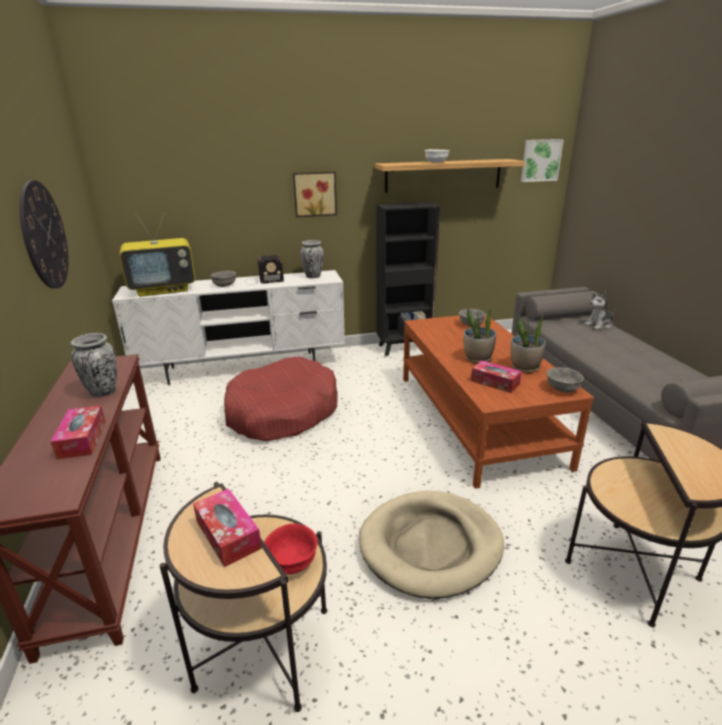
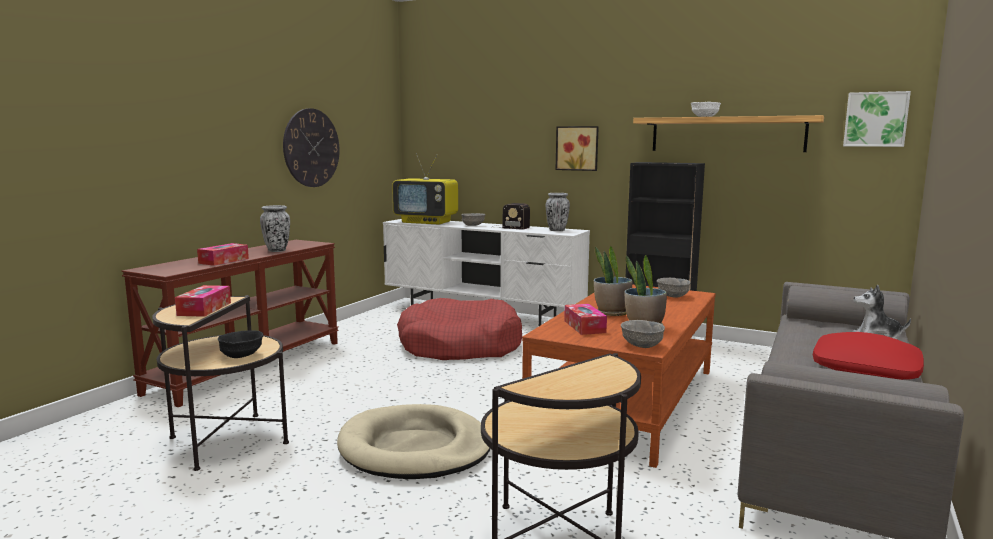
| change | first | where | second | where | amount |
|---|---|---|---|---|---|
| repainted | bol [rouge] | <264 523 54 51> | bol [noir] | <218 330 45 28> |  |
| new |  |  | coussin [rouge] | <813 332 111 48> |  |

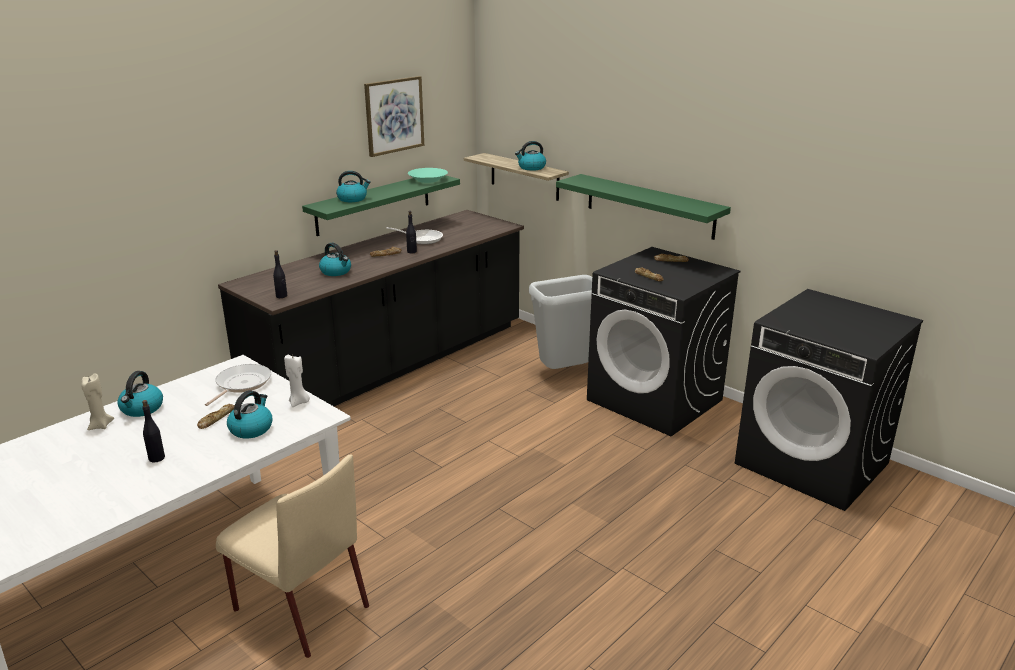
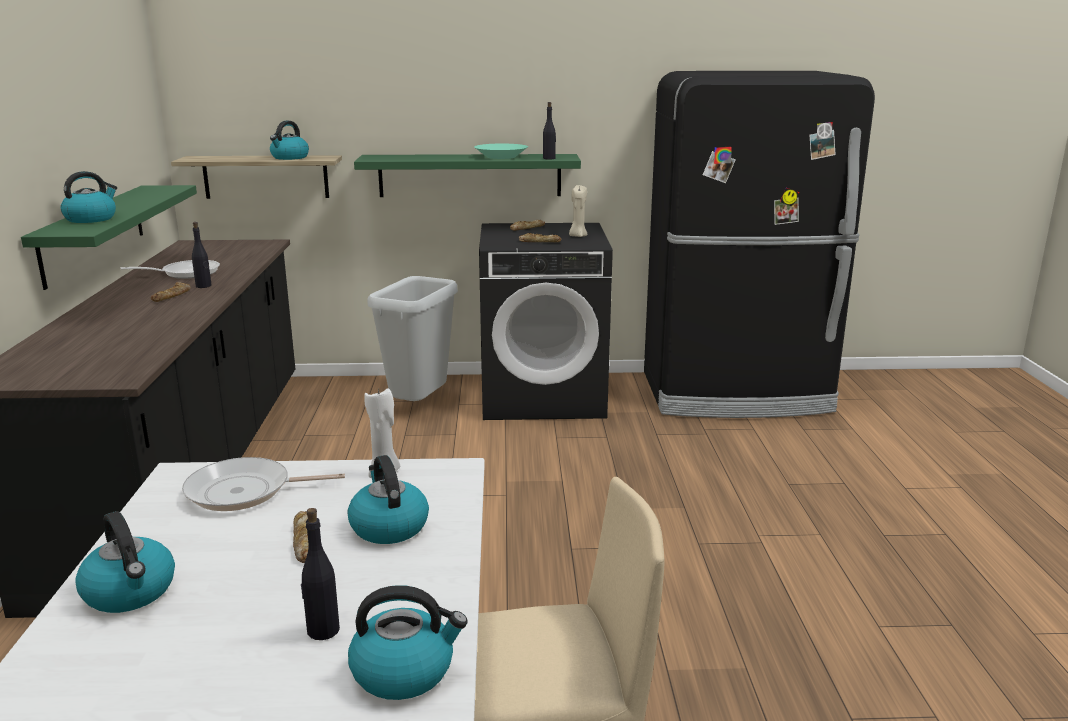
| change | first | where | second | where | amount |
|---|---|---|---|---|---|
| gone | tableau | <364 76 60 81> |  |  |  |
| shifted | bol [turquoise] | <408 168 40 15> |  | <474 144 54 15> |  |
| shifted | bouilloire | <319 243 32 33> |  | <348 585 120 115> |  |
| shifted | bouteille [noir] | <273 250 14 48> |  | <543 102 13 57> |  |
| swapped | lave-linge [noir] | <735 289 188 222> | réfrigérateur [noir] | <644 71 231 347> |  |
| rotated | poêle | <205 364 66 42> |  | <182 457 163 54> | 75 degrees counterclockwise |
| shifted | bougie [beige] | <81 373 33 57> |  | <569 185 18 52> |  |

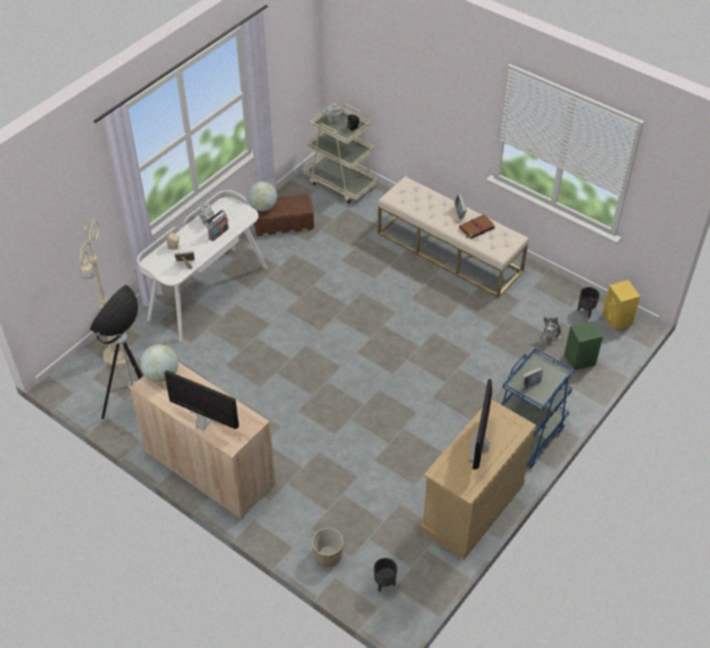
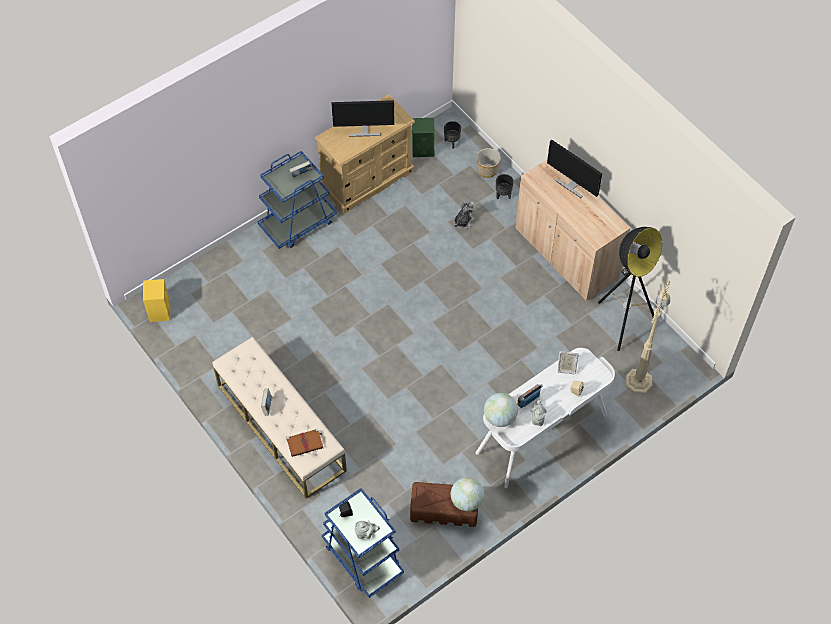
| change | first | where | second | where | amount |
|---|---|---|---|---|---|
| repainted | chariot [beige] | <303 103 75 100> | chariot [bleu] | <322 488 82 110> |  |
| shifted | livre [marron] | <459 215 36 24> |  | <286 429 37 28> |  |
| shifted | cache-pot [noir] | <577 287 23 31> |  | <496 174 18 25> |  |
| shifted | peluche | <541 317 20 29> |  | <454 201 21 28> |  |
| shifted | enceinte [vert] | <564 321 39 50> |  | <412 118 23 39> |  |
| shifted | globe | <140 344 38 38> |  | <484 393 34 34> |  |
| rotated | écran d'ordinateur | <469 379 23 91> |  | <331 100 64 37> | 60 degrees clockwise |

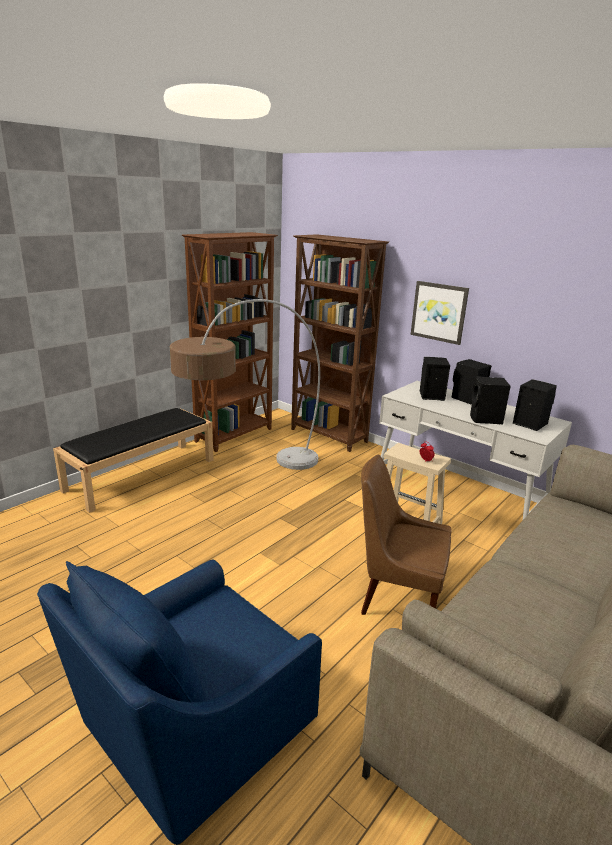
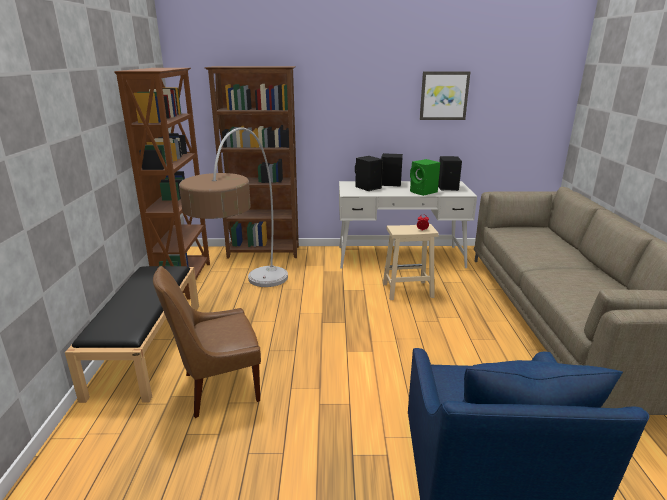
| change | first | where | second | where | amount |
|---|---|---|---|---|---|
| shifted | tableau | <411 281 58 64> |  | <420 71 50 49> |  |
| repainted | enceinte [noir] | <470 376 41 48> | enceinte [vert] | <410 159 30 37> |  |
| shifted | chaise [marron] | <361 454 91 161> |  | <153 266 108 152> |  |

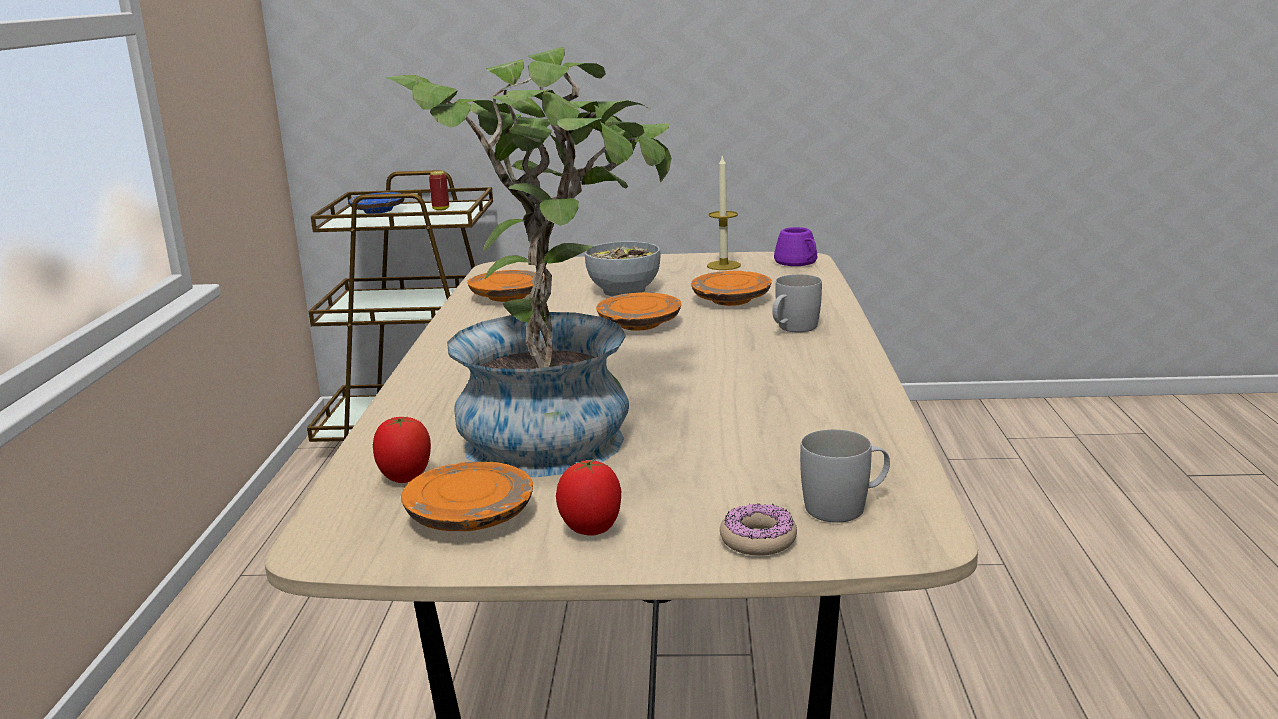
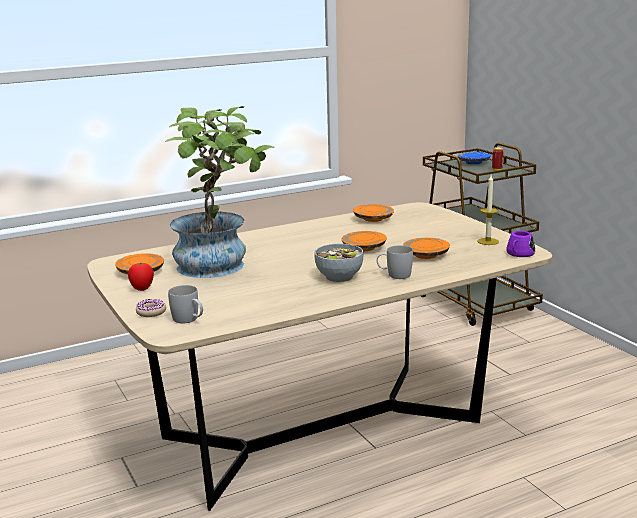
| change | first | where | second | where | amount |
|---|---|---|---|---|---|
| shifted | bol | <585 241 76 55> |  | <314 244 50 38> |  |
| gone | tomate | <373 417 58 66> |  |  |  |

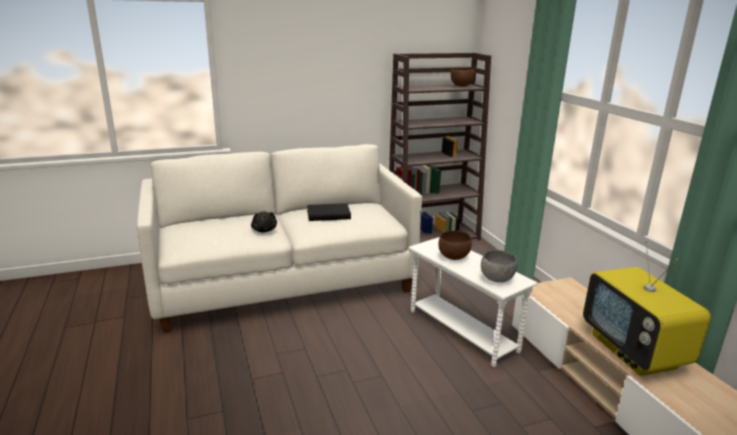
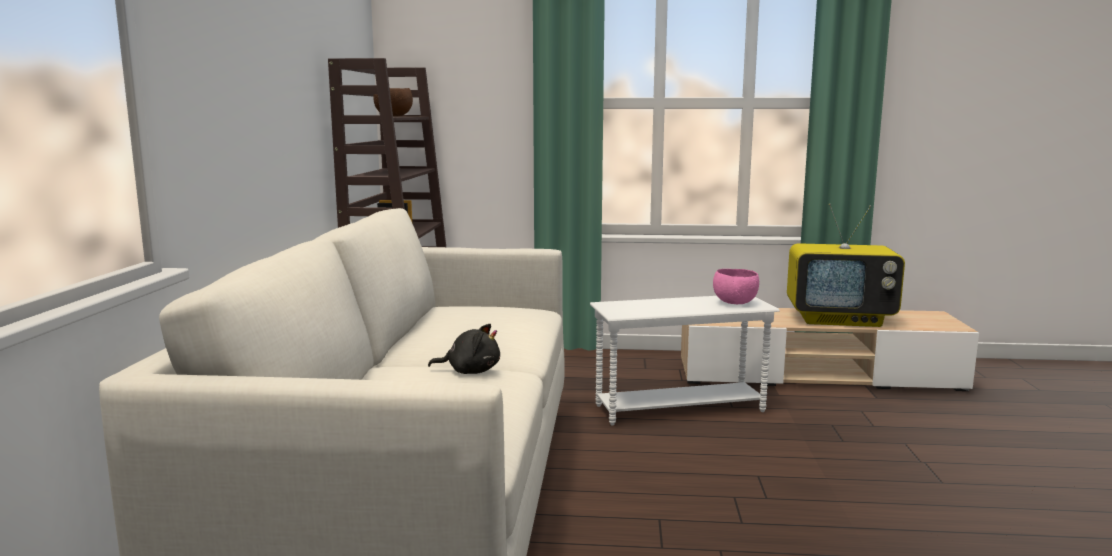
| change | first | where | second | where | amount |
|---|---|---|---|---|---|
| gone | livre [noir] | <307 203 44 18> |  |  |  |
| gone | bol [marron] | <439 231 33 29> |  |  |  |
| repainted | bol [gris] | <481 250 37 33> | bol [rose] | <713 269 46 35> |  |

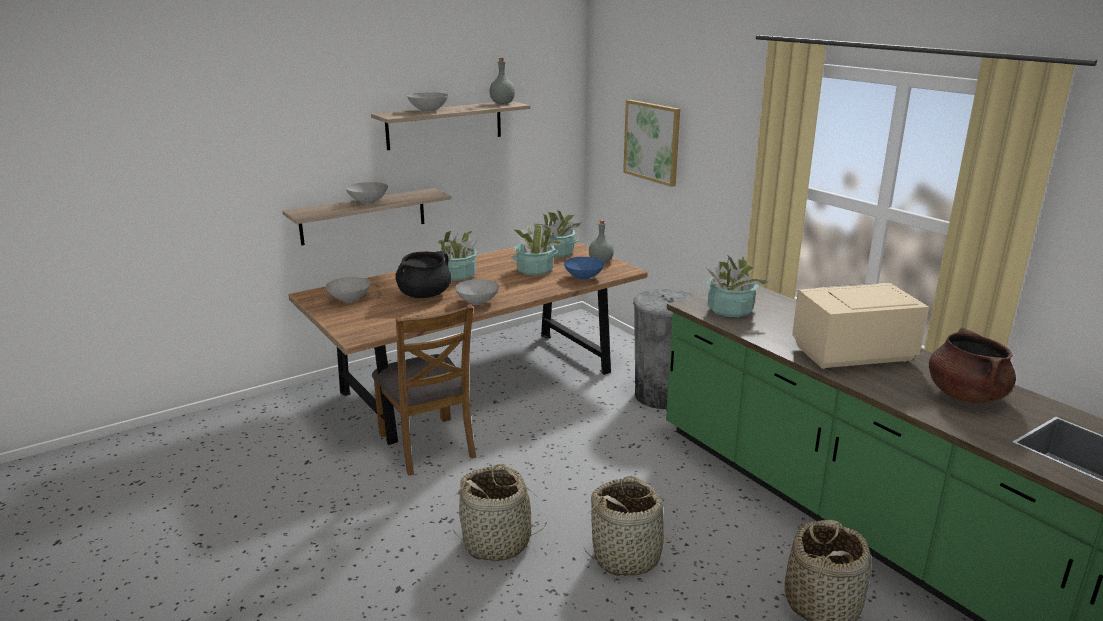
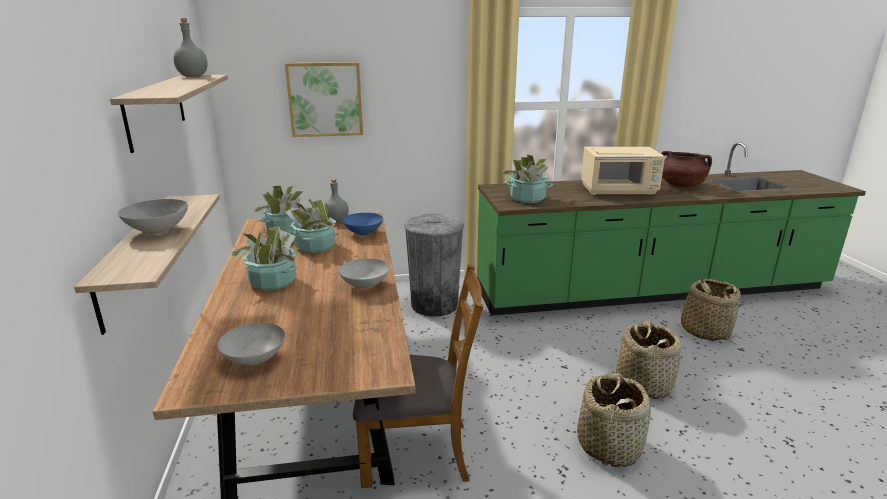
| change | first | where | second | where | amount |
|---|---|---|---|---|---|
| gone | bol [gris] | <407 92 41 20> |  |  |  |
| gone | marmite [noir] | <395 251 56 47> |  |  |  |
| rotated | micro-ondes [beige] | <792 283 137 86> |  | <581 147 84 48> | 105 degrees counterclockwise |

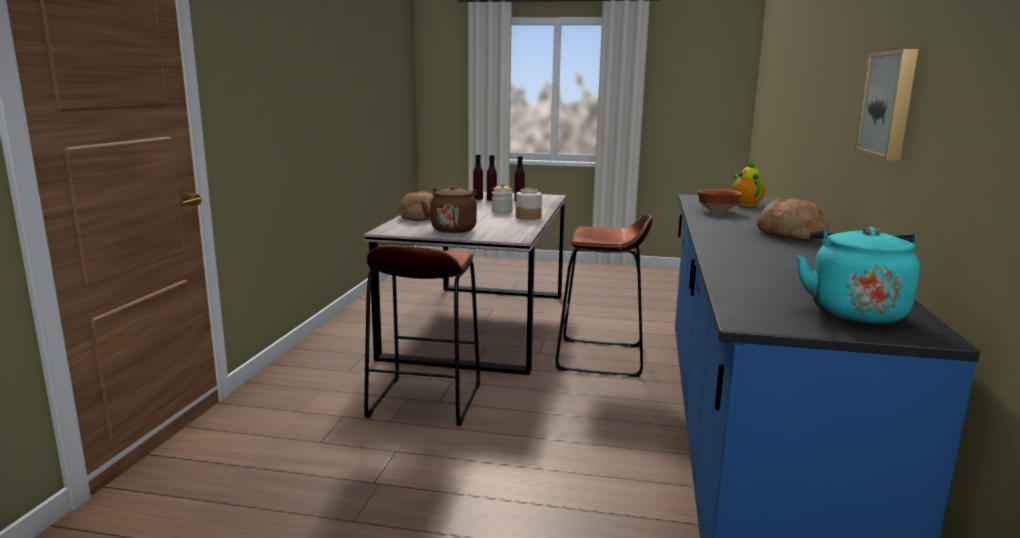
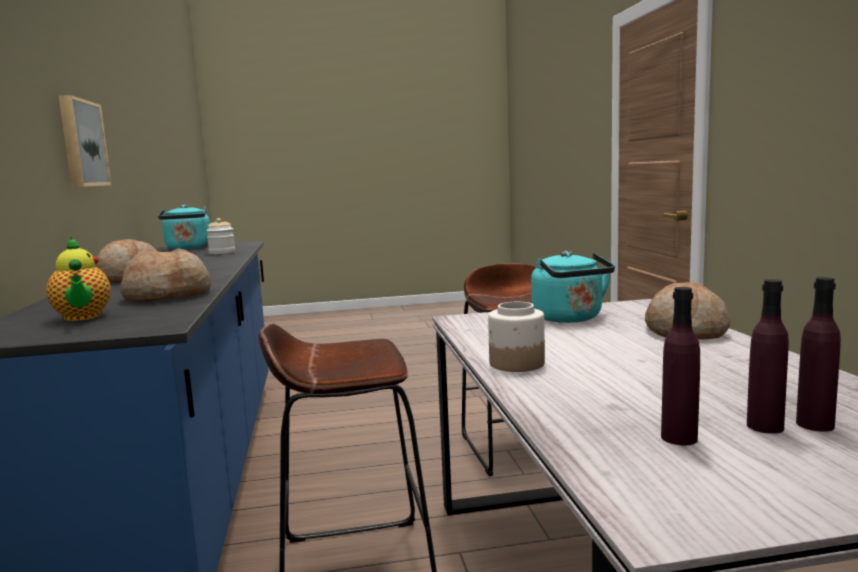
| change | first | where | second | where | amount |
|---|---|---|---|---|---|
| shifted | bocal | <492 183 21 30> |  | <206 218 29 36> |  |
| repainted | bouilloire [marron] | <421 186 57 47> | bouilloire [turquoise] | <531 251 84 72> |  |
| swapped | bol | <697 189 45 24> | pain | <120 248 91 54> |  |

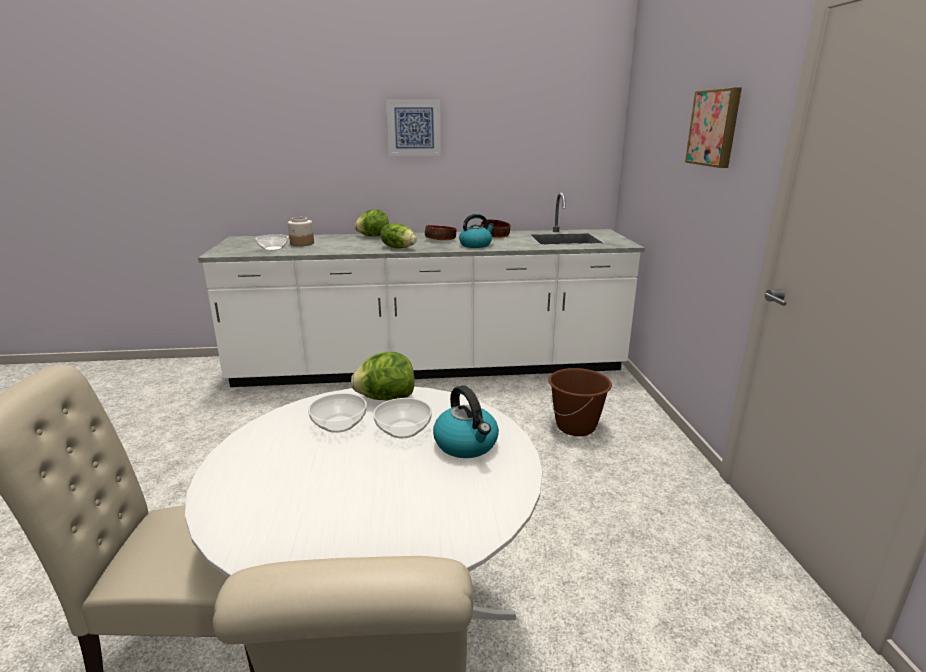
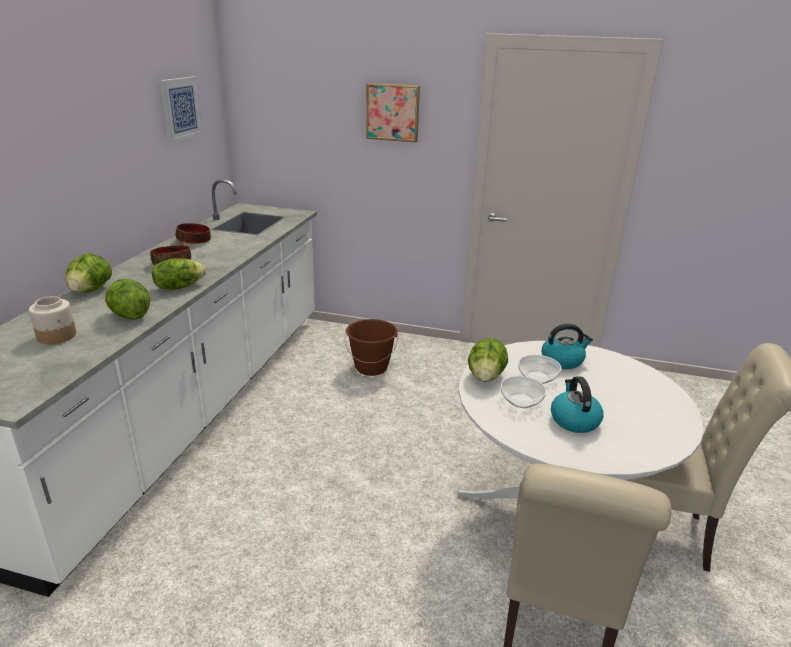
| change | first | where | second | where | amount |
|---|---|---|---|---|---|
| shifted | tableau | <386 99 55 57> |  | <160 77 43 66> |  |
| shifted | bouilloire | <459 214 36 34> |  | <551 377 52 56> |  |
| gone | bol | <255 234 33 17> |  |  |  |
| new |  |  | laitue | <105 279 45 41> |  |

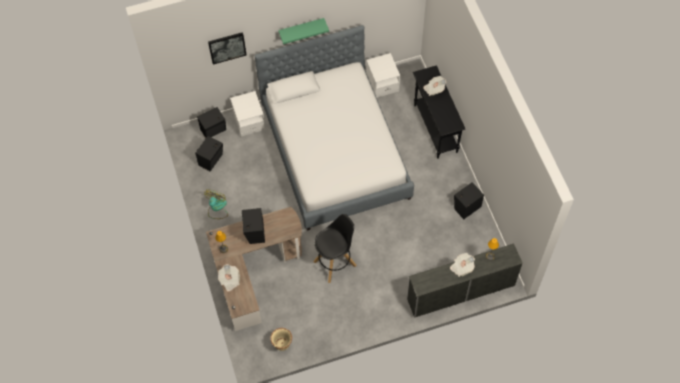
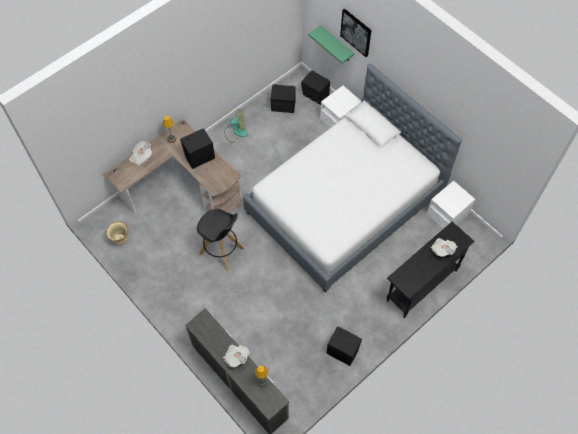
| change | first | where | second | where | amount |
|---|---|---|---|---|---|
| shifted | étagère [vert] | <278 18 51 26> |  | <308 25 46 39> |  |

